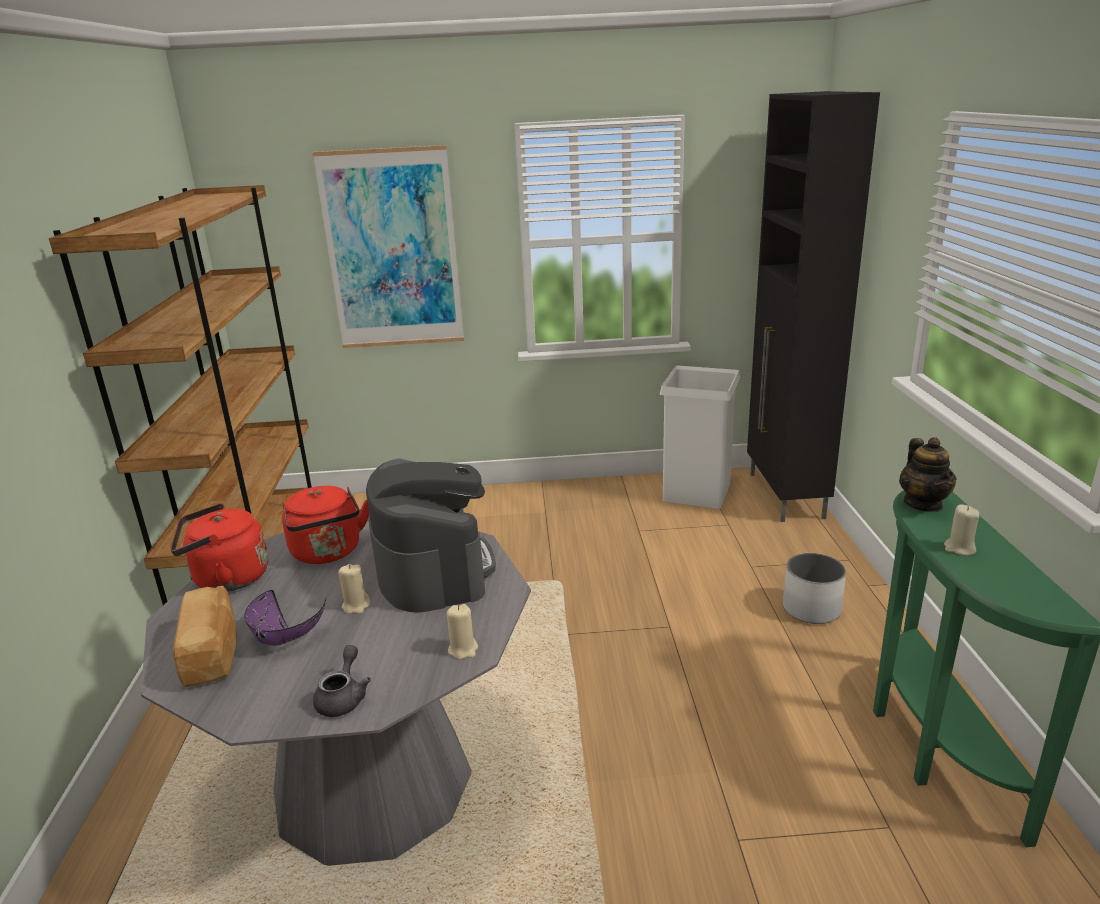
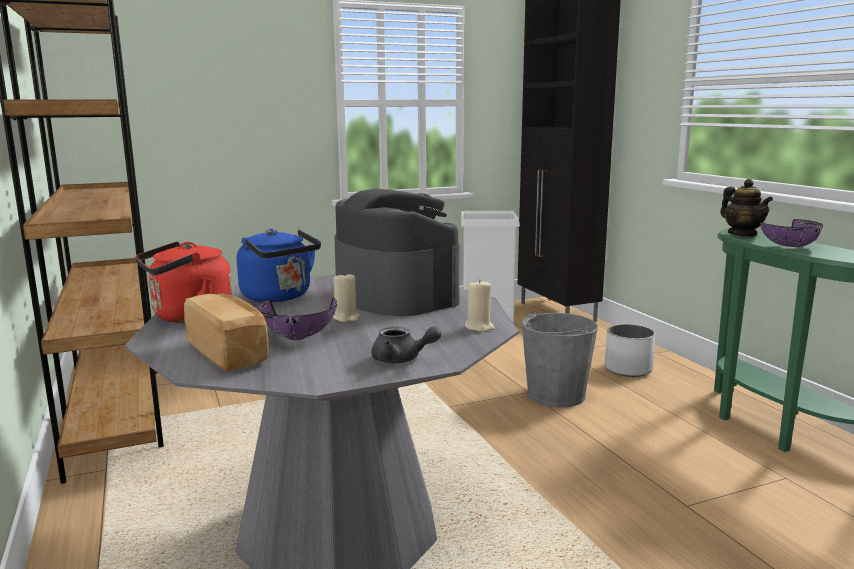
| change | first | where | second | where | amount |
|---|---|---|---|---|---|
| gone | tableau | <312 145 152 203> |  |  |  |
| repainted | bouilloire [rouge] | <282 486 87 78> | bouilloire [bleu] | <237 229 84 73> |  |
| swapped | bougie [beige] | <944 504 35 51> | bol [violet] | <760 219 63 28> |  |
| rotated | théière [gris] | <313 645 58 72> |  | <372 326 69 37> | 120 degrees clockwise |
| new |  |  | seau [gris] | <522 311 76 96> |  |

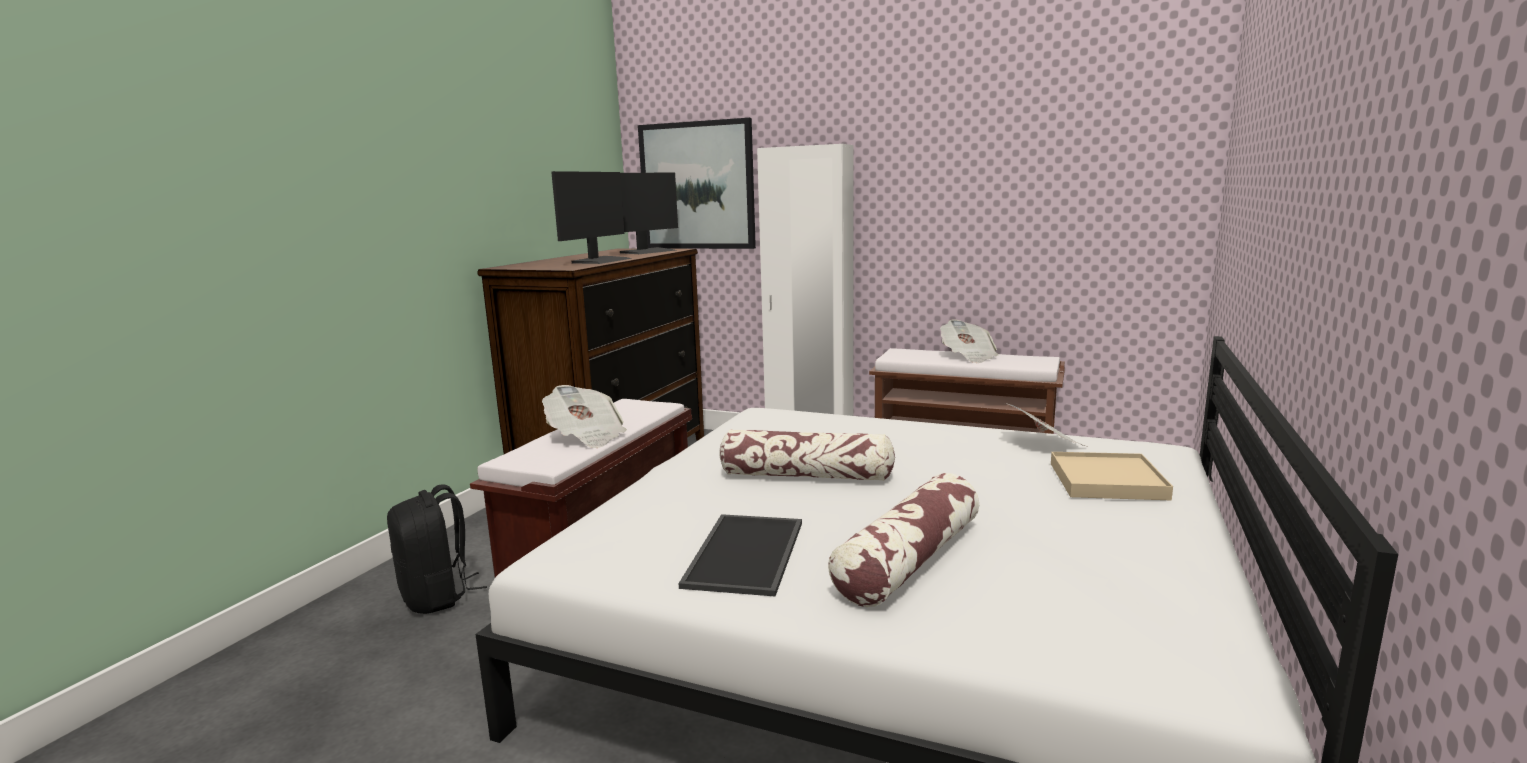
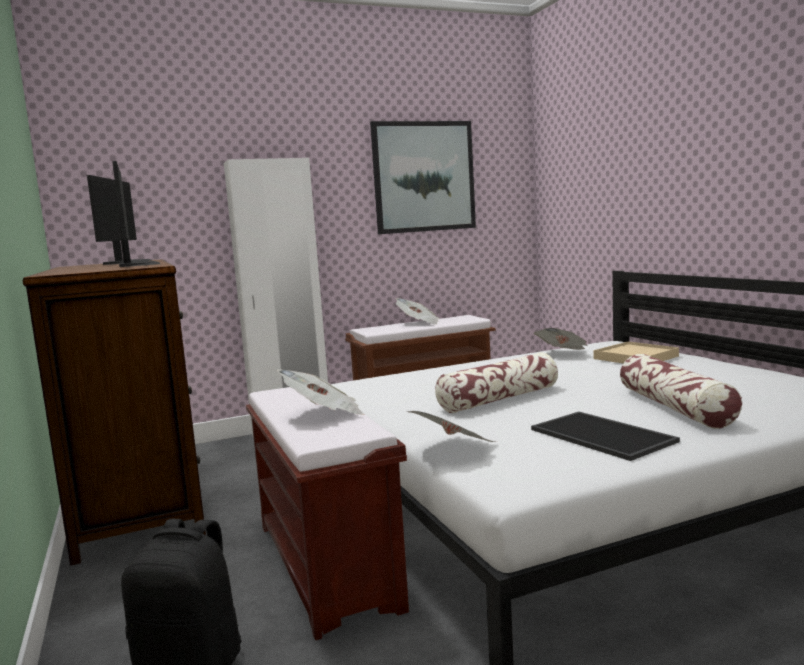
| change | first | where | second | where | amount |
|---|---|---|---|---|---|
| shifted | tableau | <638 118 118 131> |  | <370 121 106 113> |  |
| new |  |  | journal | <407 411 89 31> |  |

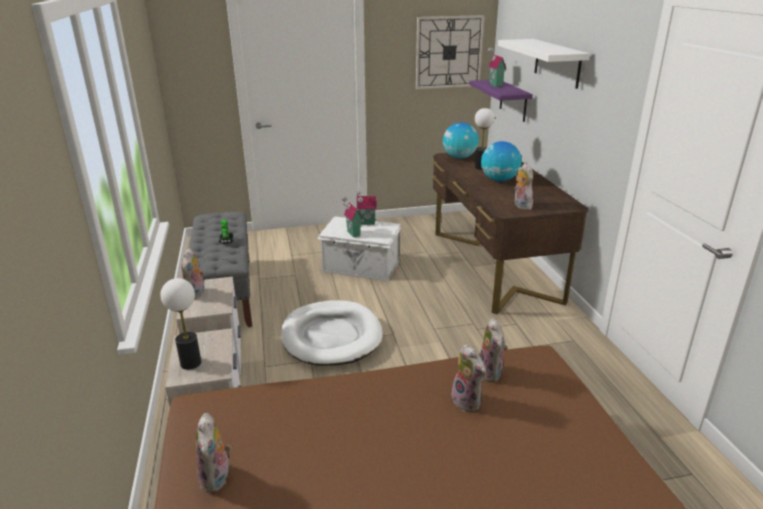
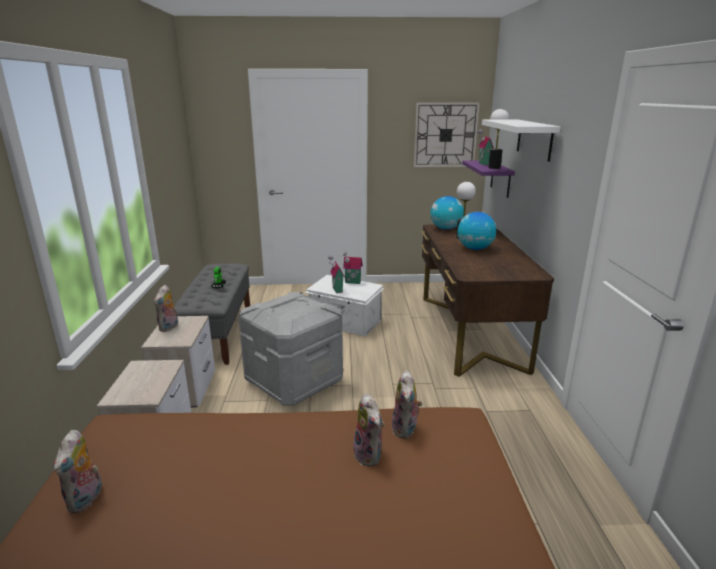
| change | first | where | second | where | amount |
|---|---|---|---|---|---|
| gone | peluche | <515 163 18 47> |  |  |  |
| shifted | lampe de table | <160 278 41 92> |  | <488 109 21 60> |  |
| swapped | panier pour chien [blanc] | <281 300 102 66> | boîte de rangement [gris] | <238 292 105 114> |  |

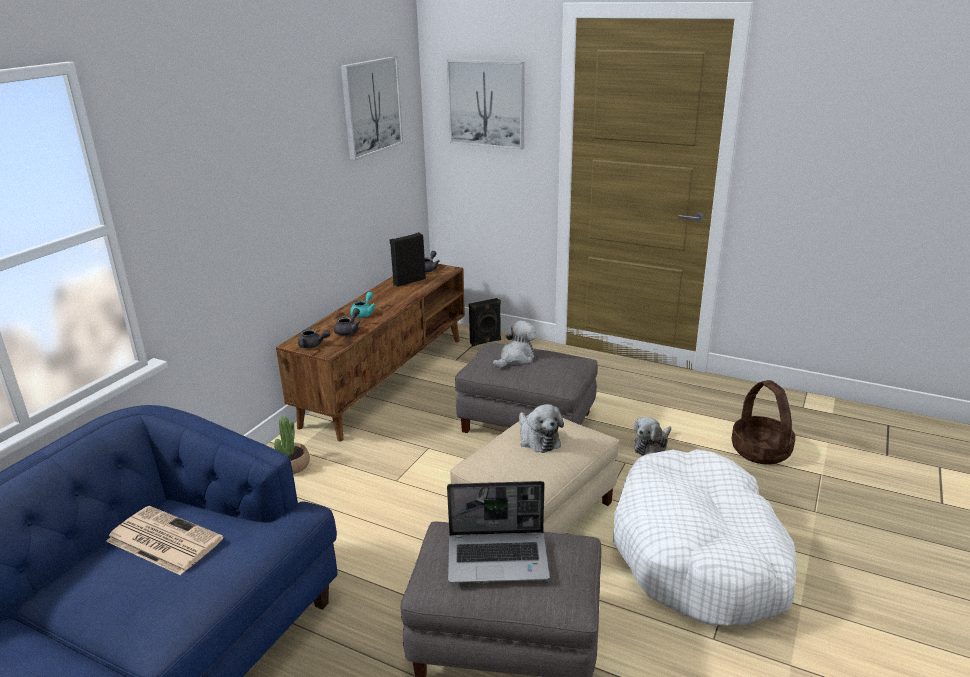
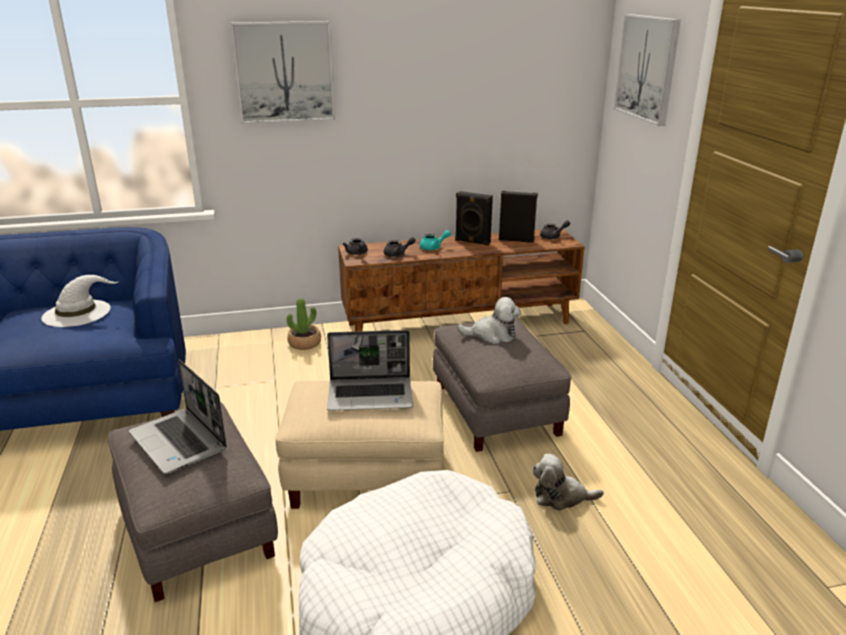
| change | first | where | second | where | amount |
|---|---|---|---|---|---|
| shifted | tableau | <341 56 62 104> |  | <231 21 104 103> |  |
| shifted | enceinte [noir] | <469 298 32 48> |  | <455 191 38 54> |  |
| gone | panier | <732 380 64 85> |  |  |  |
| swapped | peluche | <519 404 45 49> | ordinateur portable | <327 330 86 81> |  |
| swapped | journal | <106 506 117 69> | chapeau [blanc] | <41 275 79 52> |  |

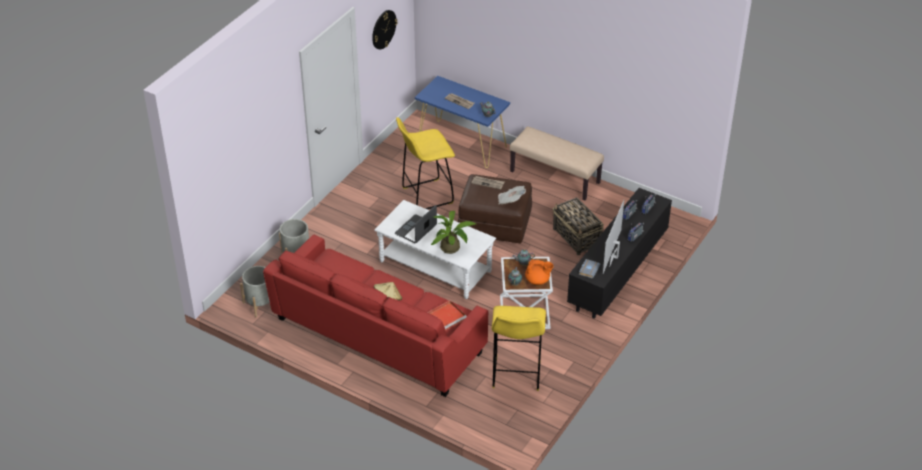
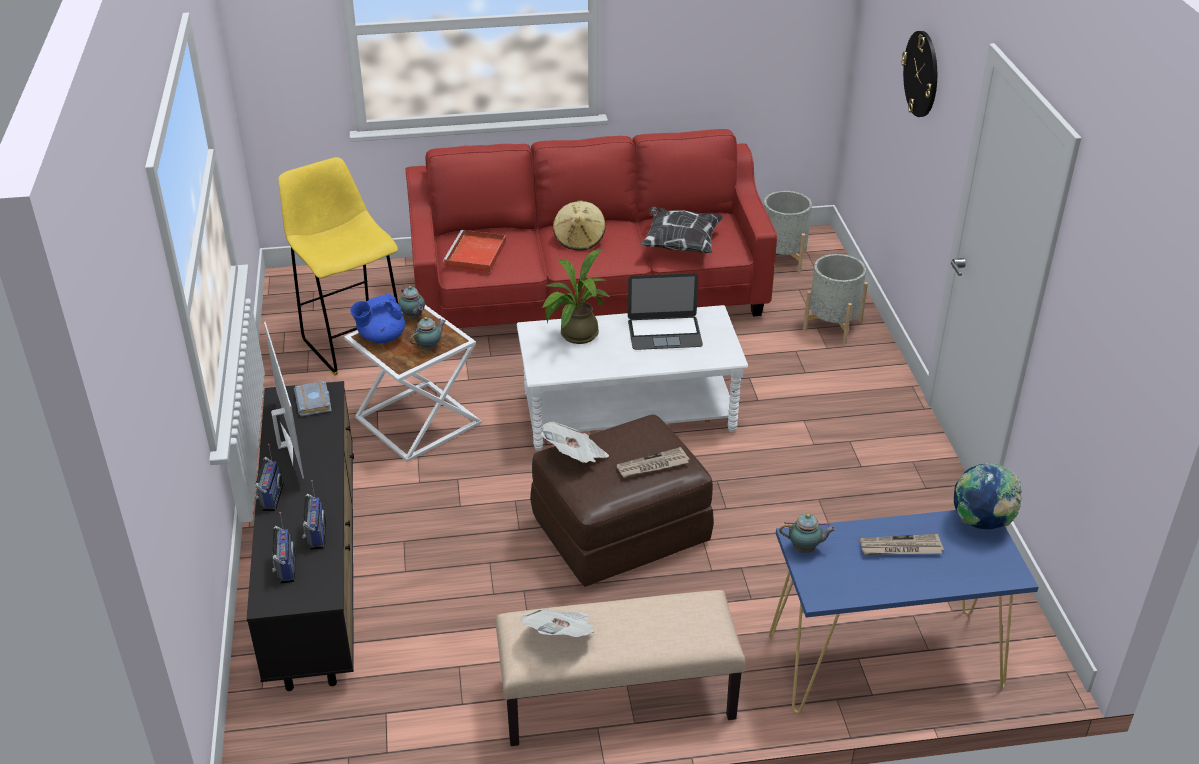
| change | first | where | second | where | amount |
|---|---|---|---|---|---|
| shifted | horloge murale | <372 10 25 40> |  | <901 31 36 86> |  |
| gone | tabouret [jaune] | <396 117 59 92> |  |  |  |
| gone | panier | <553 197 51 58> |  |  |  |
| rotated | ordinateur portable | <395 205 42 38> |  | <628 273 75 77> | 90 degrees clockwise |
| repainted | théière [orange] | <525 259 29 26> | théière [bleu] | <350 294 55 49> |  |
| new |  |  | coussin | <640 206 83 47> |  |
| new |  |  | globe | <954 462 68 67> |  |
| new |  |  | journal | <520 608 74 29> |  |

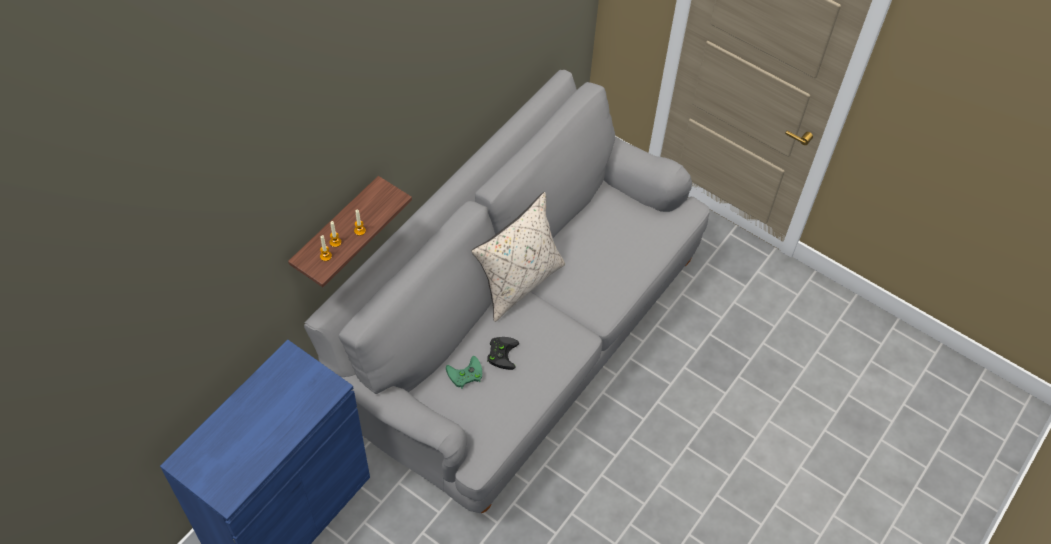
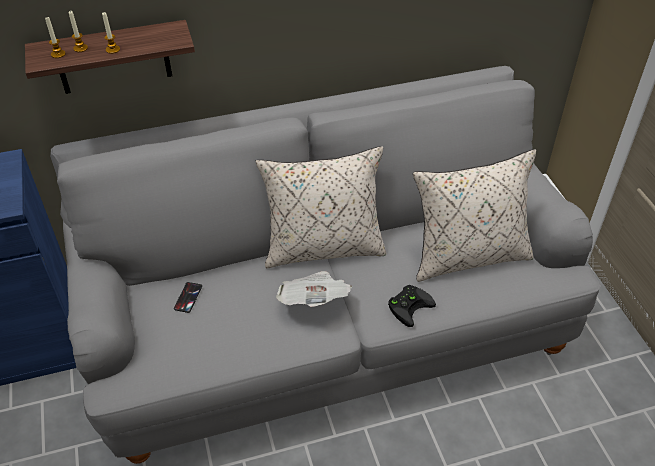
| change | first | where | second | where | amount |
|---|---|---|---|---|---|
| shifted | manette [noir] | <487 337 32 33> |  | <388 285 48 42> |  |
| swapped | manette [vert] | <446 356 36 33> | téléphone | <174 282 28 31> |  |
| new |  |  | coussin [beige] | <413 149 123 133> |  |
| new |  |  | journal | <276 271 76 36> |  |

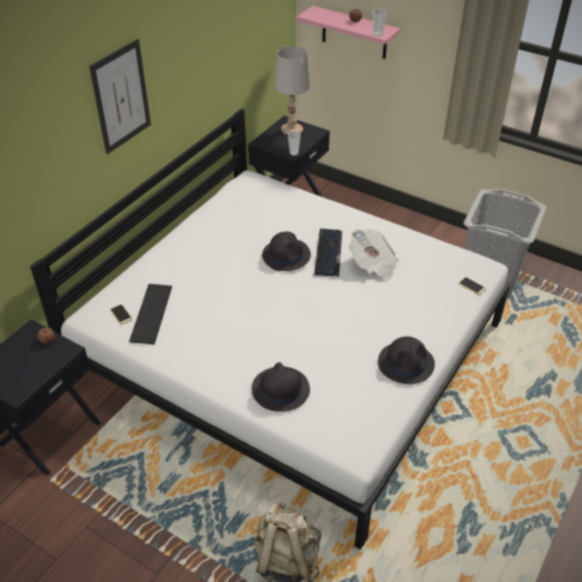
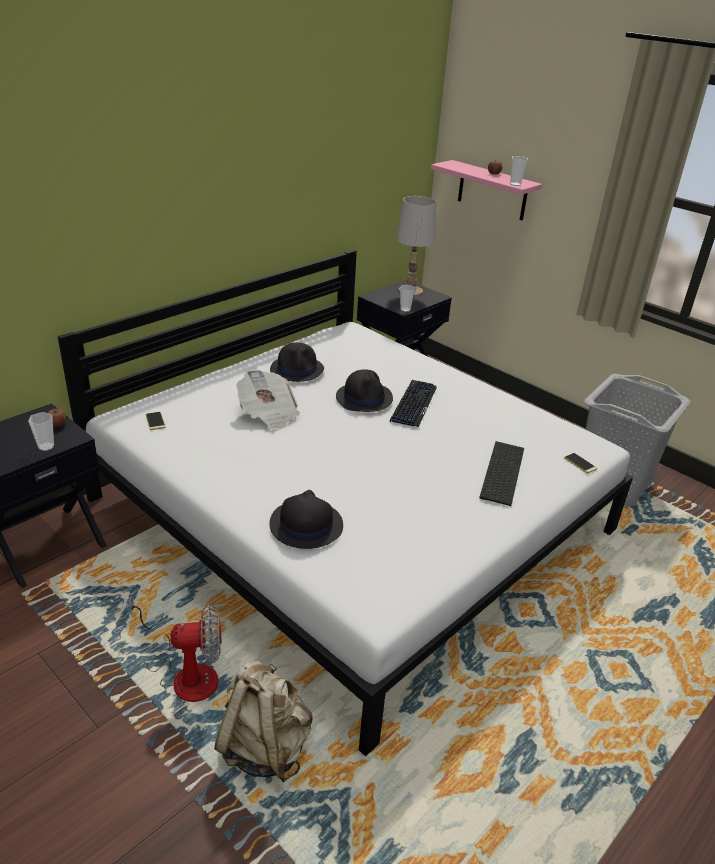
| change | first | where | second | where | amount |
|---|---|---|---|---|---|
| gone | tableau | <89 39 62 115> |  |  |  |
| shifted | journal | <349 229 50 51> |  | <236 369 64 62> |  |
| shifted | clavier | <129 284 43 60> |  | <479 441 45 65> |  |
| shifted | chapeau [noir] | <378 336 57 48> |  | <270 342 54 40> |  |
| new |  |  | tasse | <28 412 26 39> |  |
| new |  |  | ventilateur | <129 596 93 106> |  |

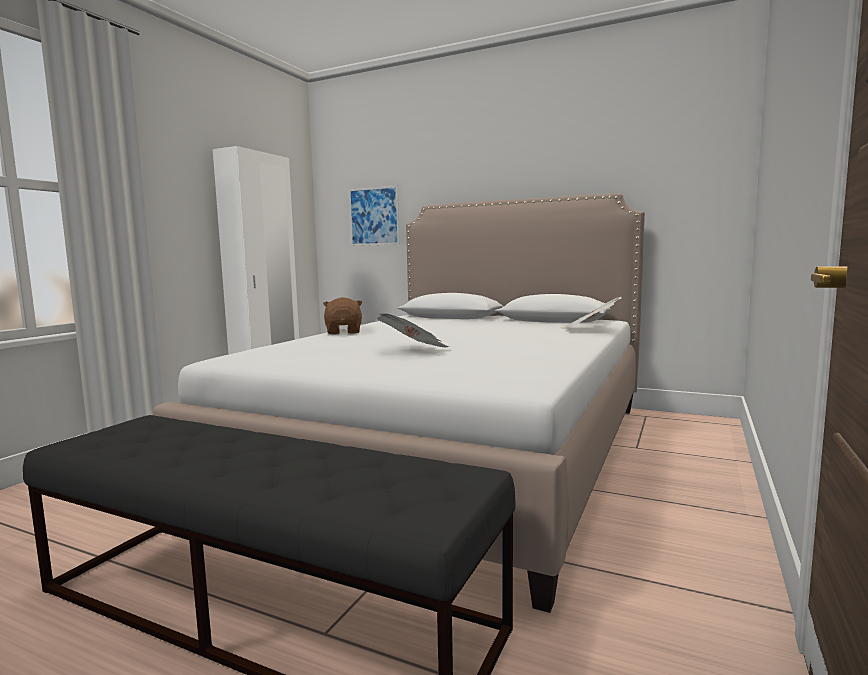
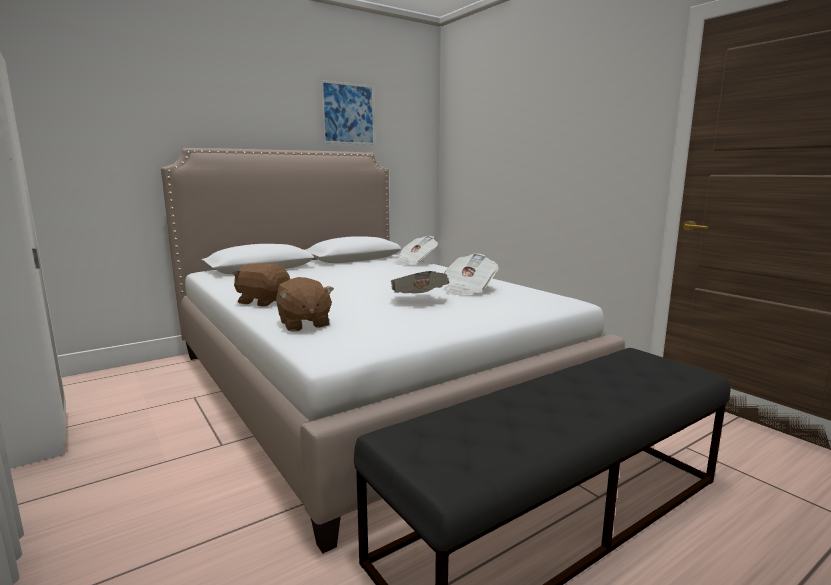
| change | first | where | second | where | amount |
|---|---|---|---|---|---|
| shifted | tableau | <349 185 51 61> |  | <321 80 54 65> |  |
| new |  |  | journal | <444 253 55 42> |  |
| new |  |  | peluche [marron] | <276 277 58 55> |  |

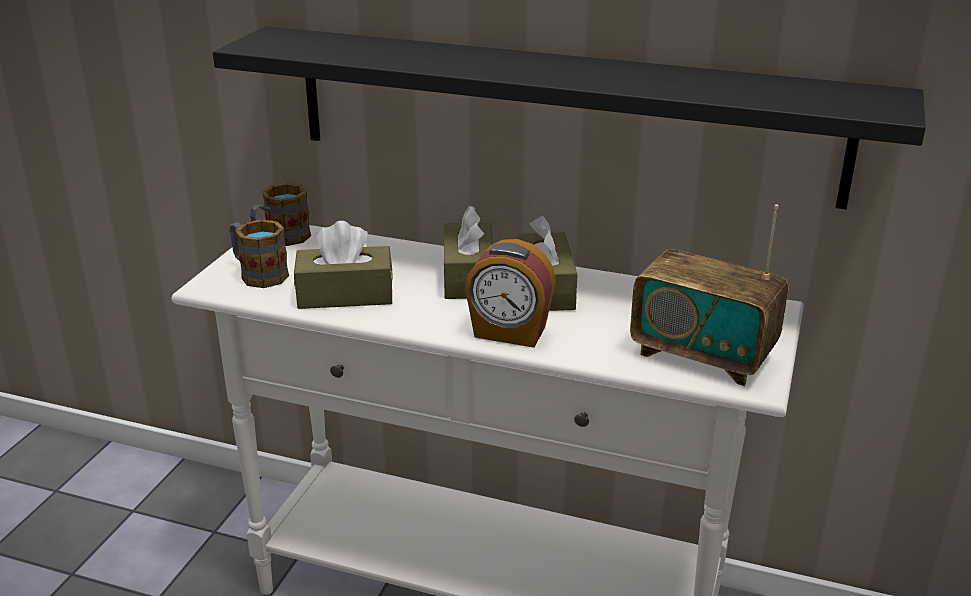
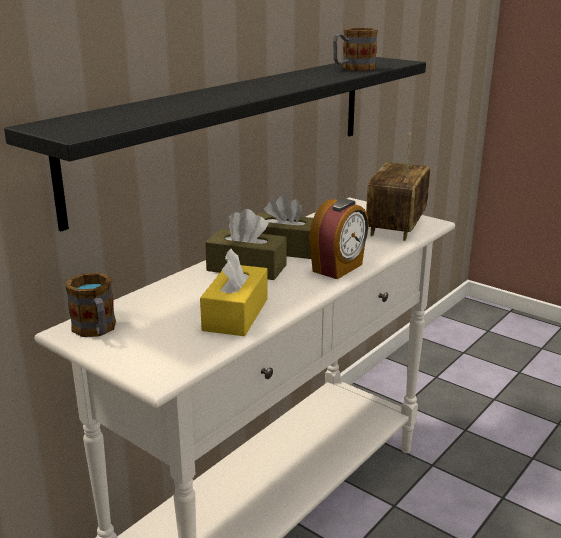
| change | first | where | second | where | amount |
|---|---|---|---|---|---|
| rotated | radio | <630 205 158 181> |  | <366 133 64 108> | 150 degrees clockwise |
| shifted | mug | <230 219 59 69> |  | <333 28 45 43> |  |
| repainted | boîte à mouchoirs [marron] | <294 221 99 88> | boîte à mouchoirs [jaune] | <200 248 68 88> |  |

